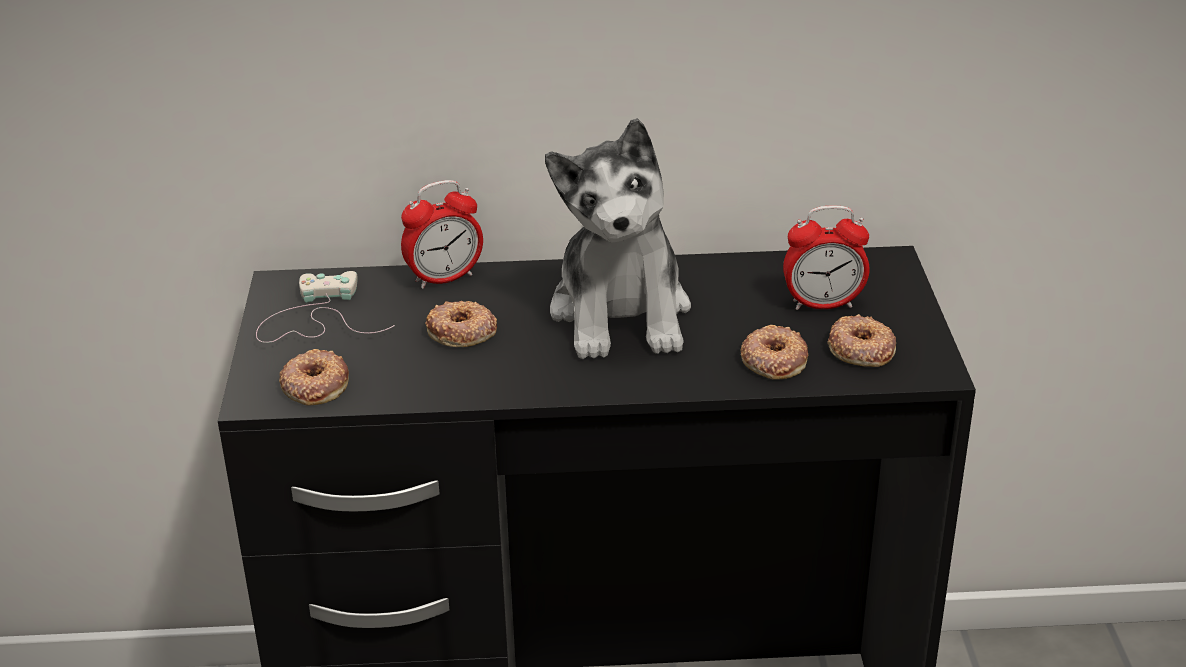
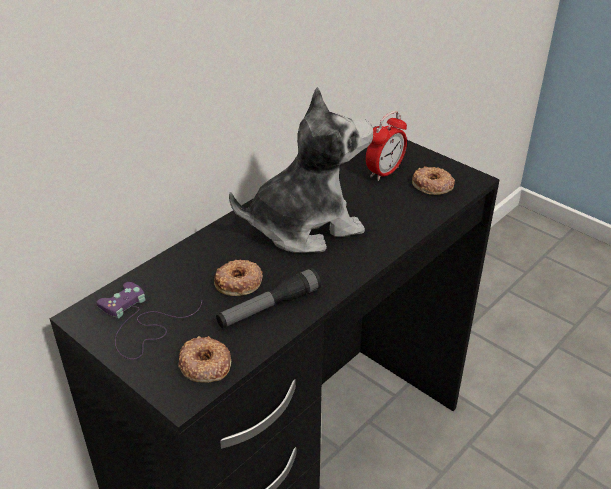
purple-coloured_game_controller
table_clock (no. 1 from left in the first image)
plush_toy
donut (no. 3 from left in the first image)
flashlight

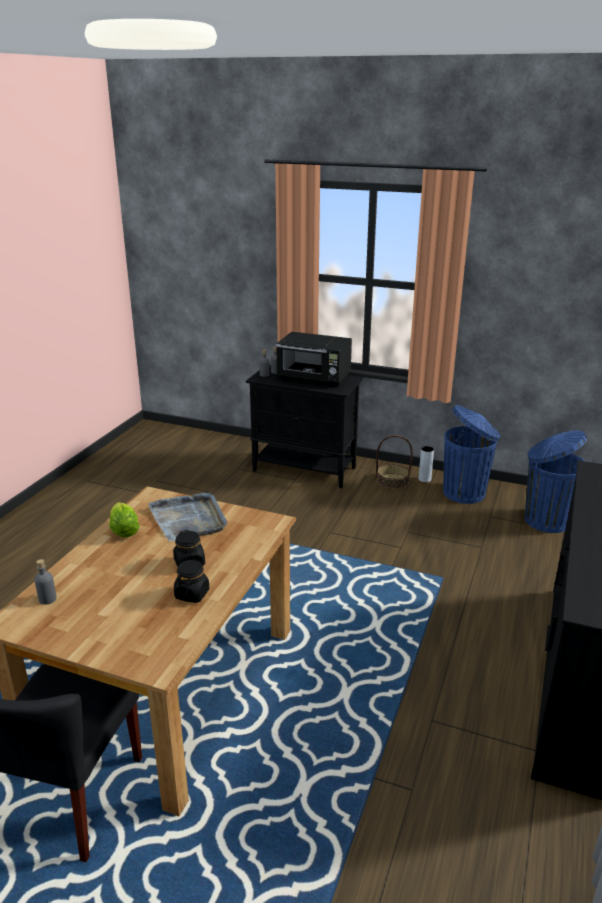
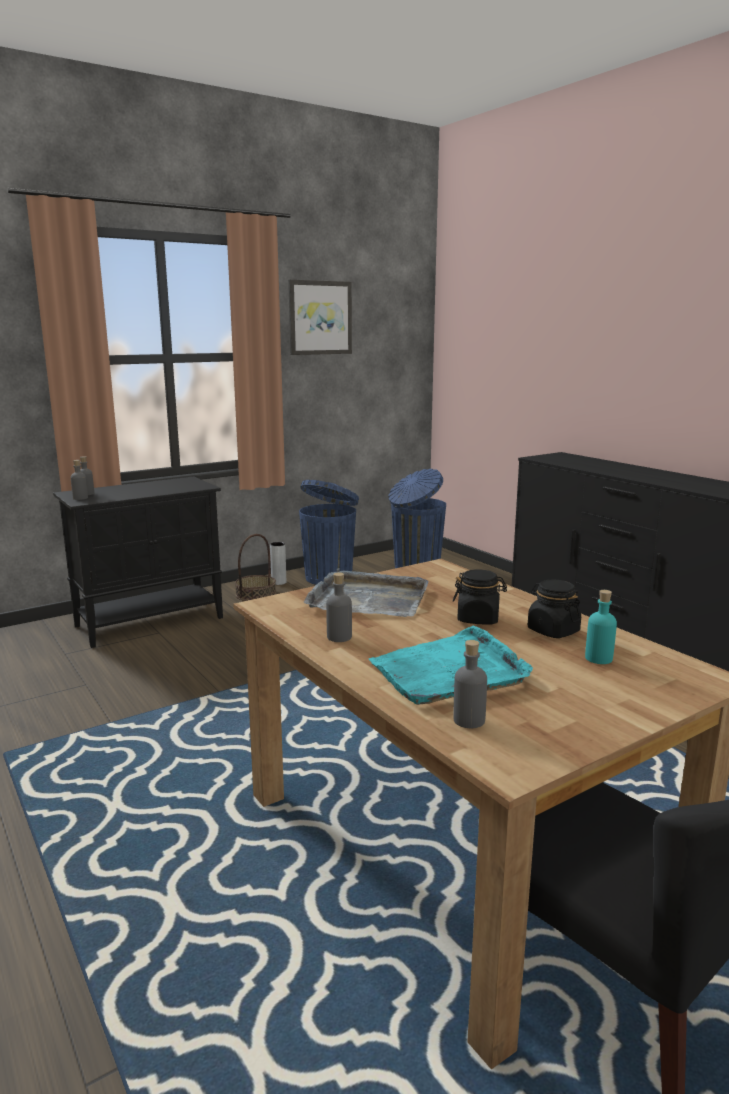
greyish_beverage_bottle (no. 3 from left)
blackish_microwave_oven
wall_picture
turquoise_carrying_tray
turquoise_beverage_bottle

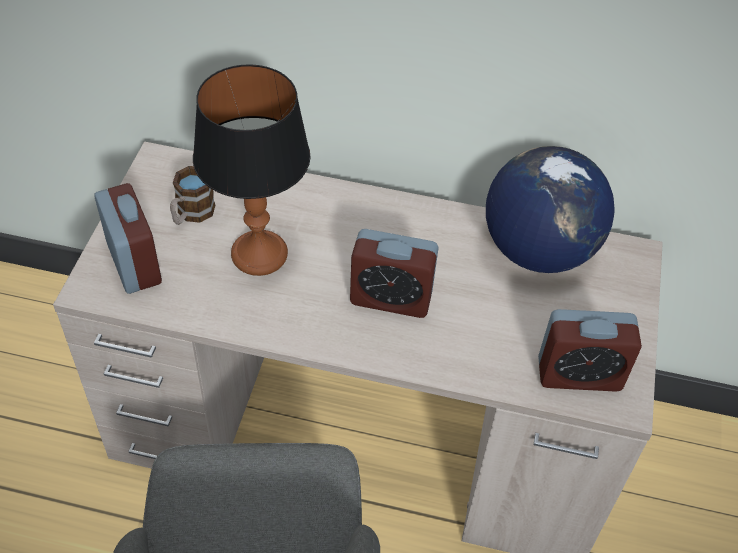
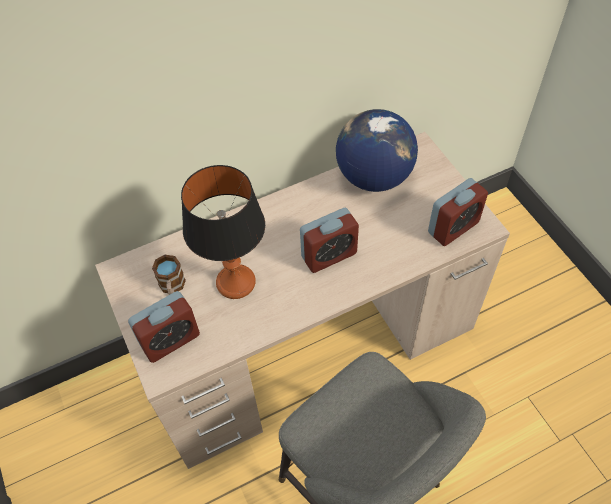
table_clock (no. 1 from left)

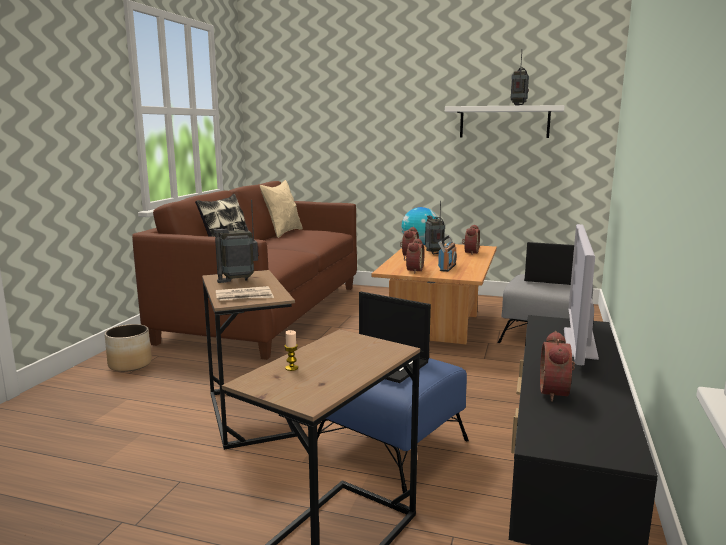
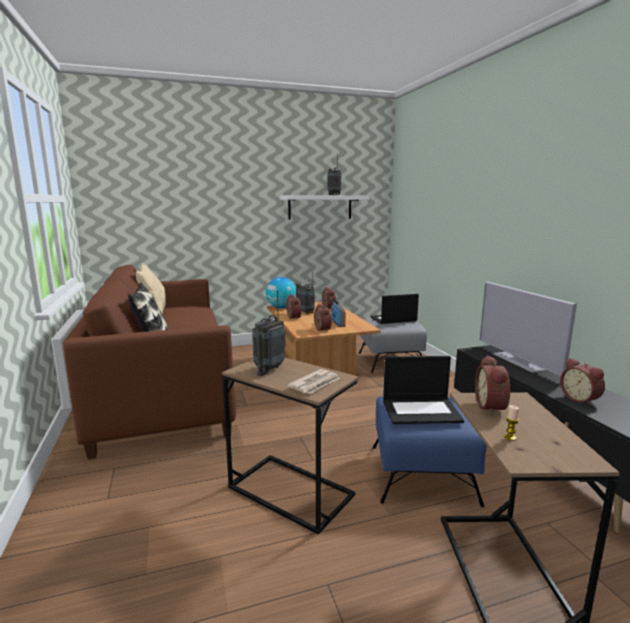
planter
table_clock (no. 4 from left)

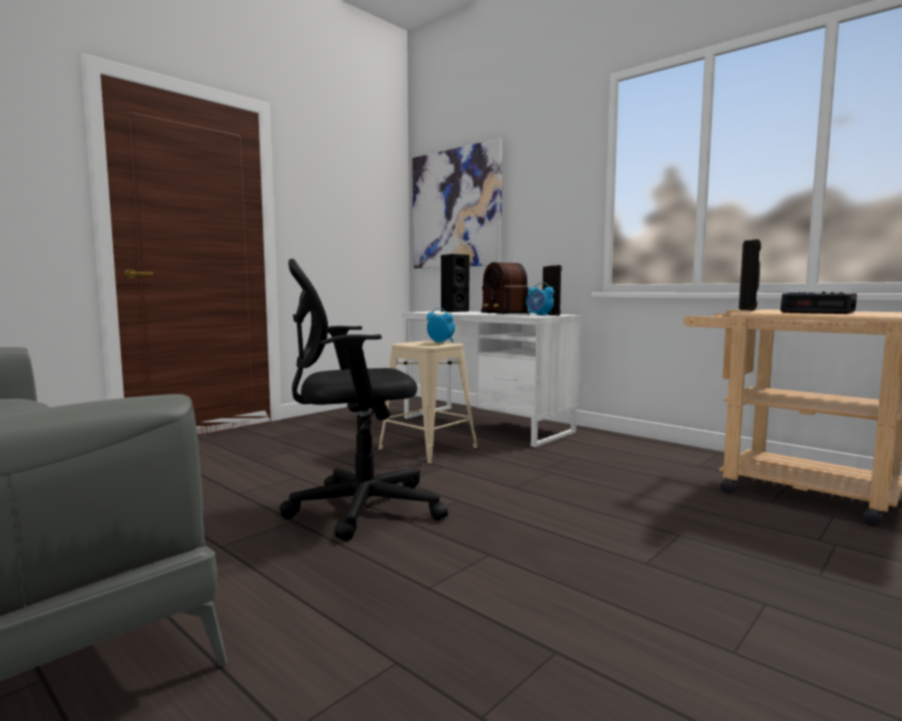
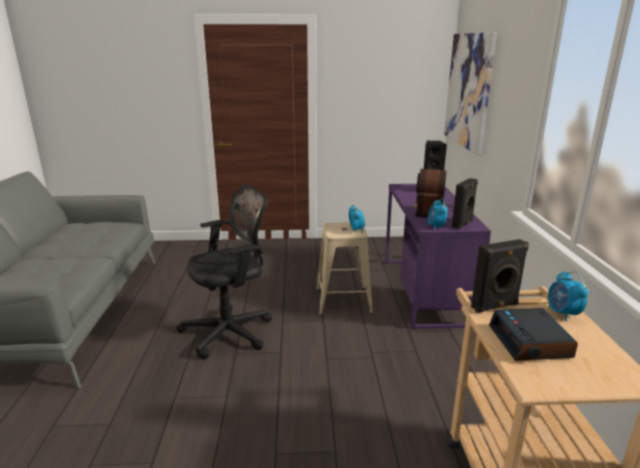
blackish_office_chair
purple-coloured_desk
table_clock (no. 4 from left)

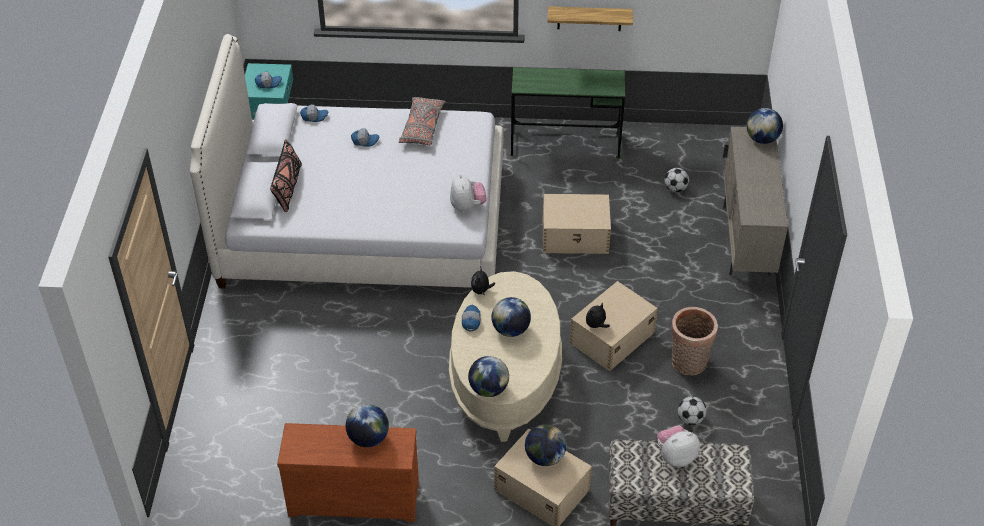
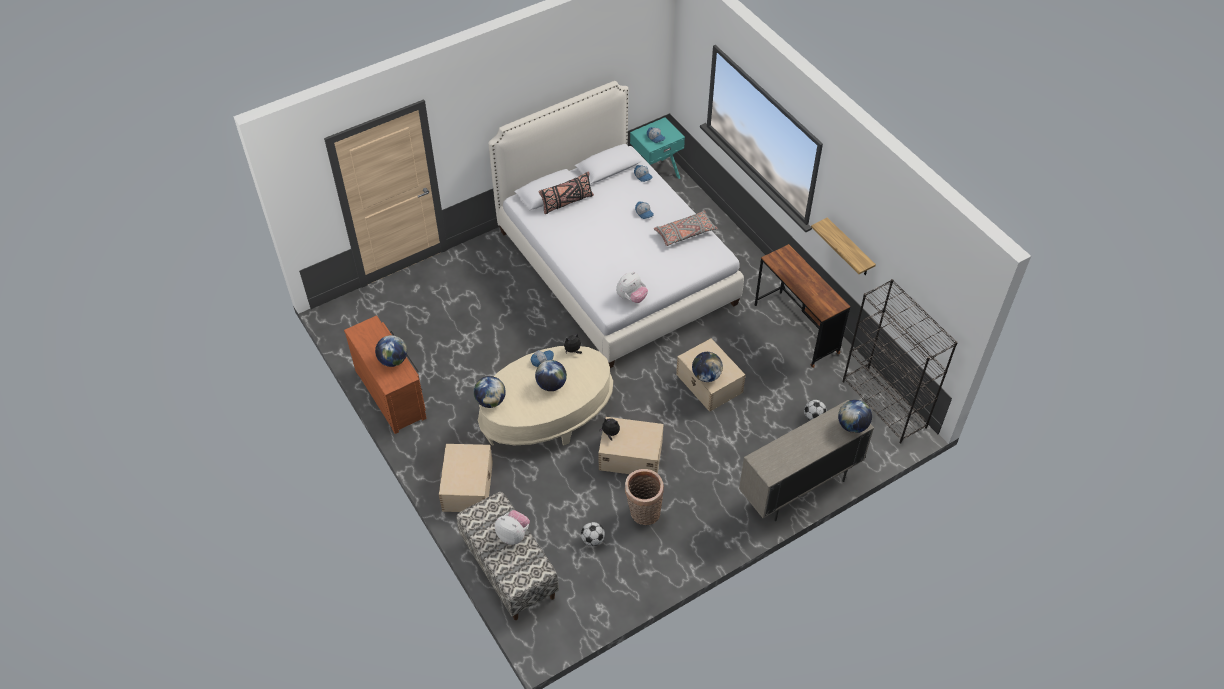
brownish_desk
world_globe (no. 4 from left)
blackish_bookcase

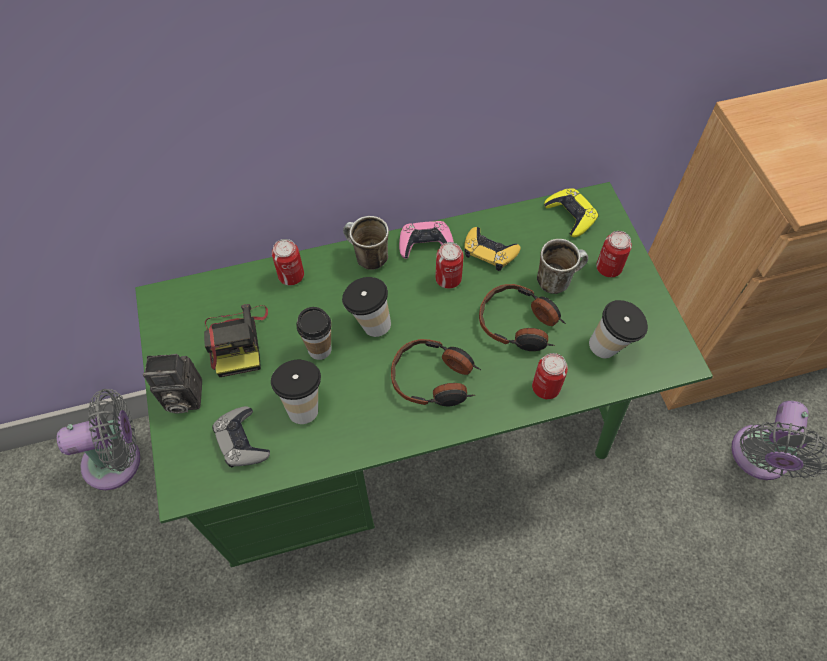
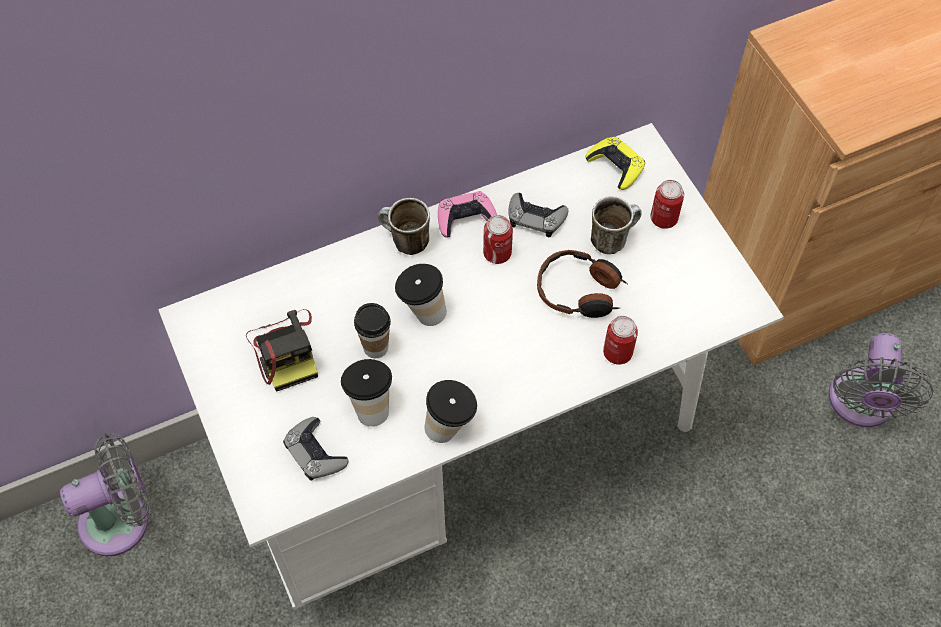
white_desk
photo_camera (no. 1 from left in the first image)
can (no. 1 from left in the first image)
headphones (no. 1 from left in the first image)
greyish_game_controller (no. 2 from left)
cup (no. 4 from left)

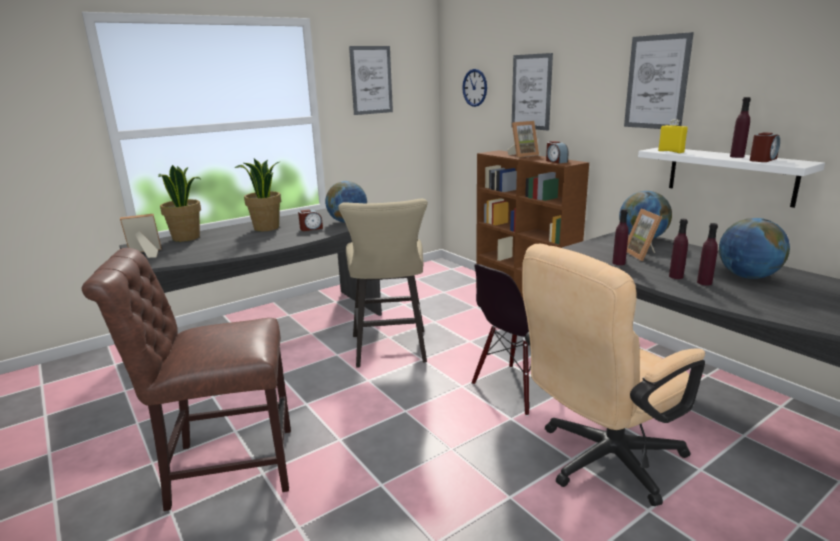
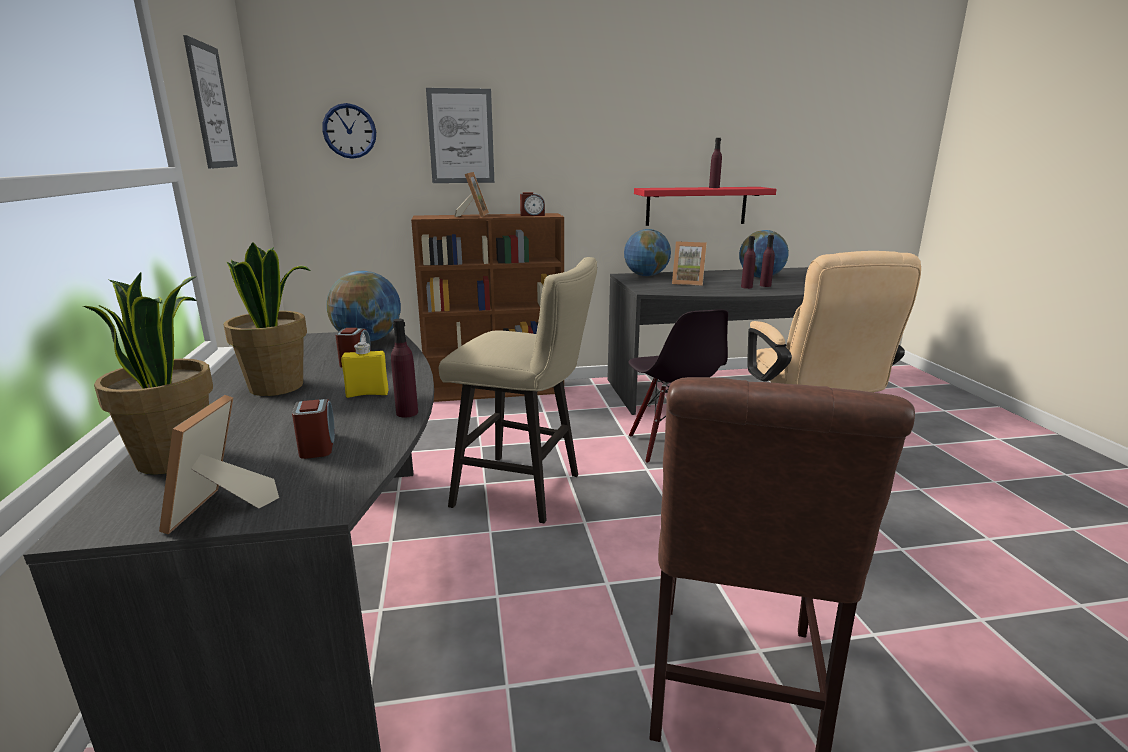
purple-coloured_beverage_bottle (no. 1 from left)
wall_picture (no. 3 from left in the first image)
red_wall_shelf
yellow_beverage_bottle
table_clock (no. 1 from left)

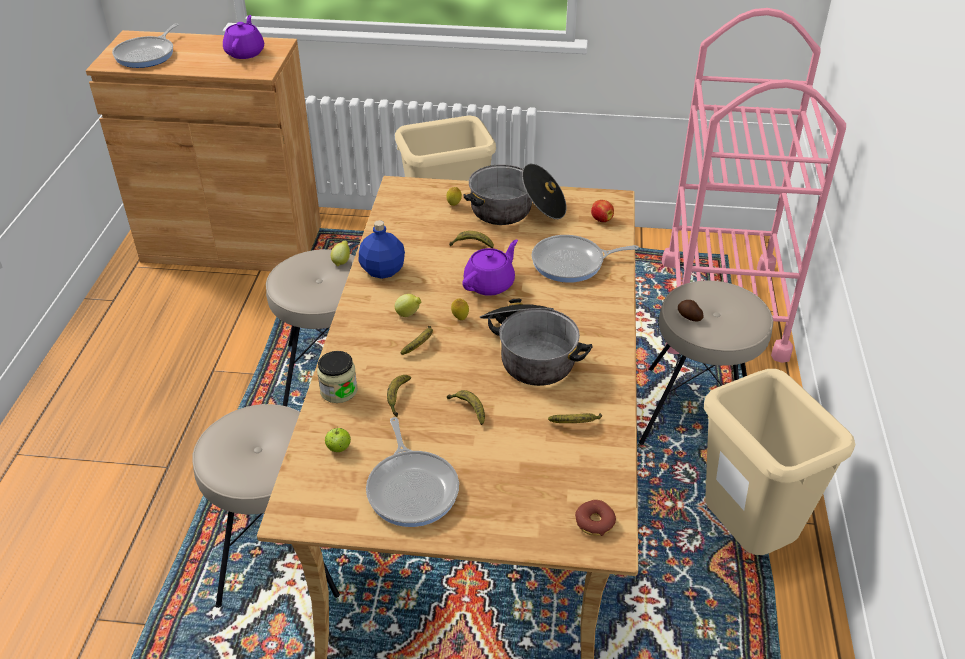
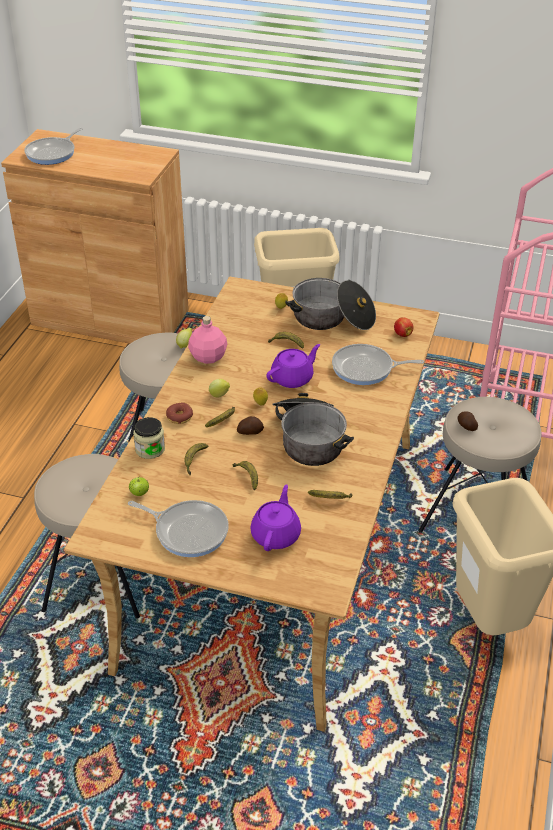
purple-coloured_tea_pot (no. 1 from left)
pink-coloured_beverage_bottle
frying_pan (no. 2 from left)
donut
potato (no. 1 from left)

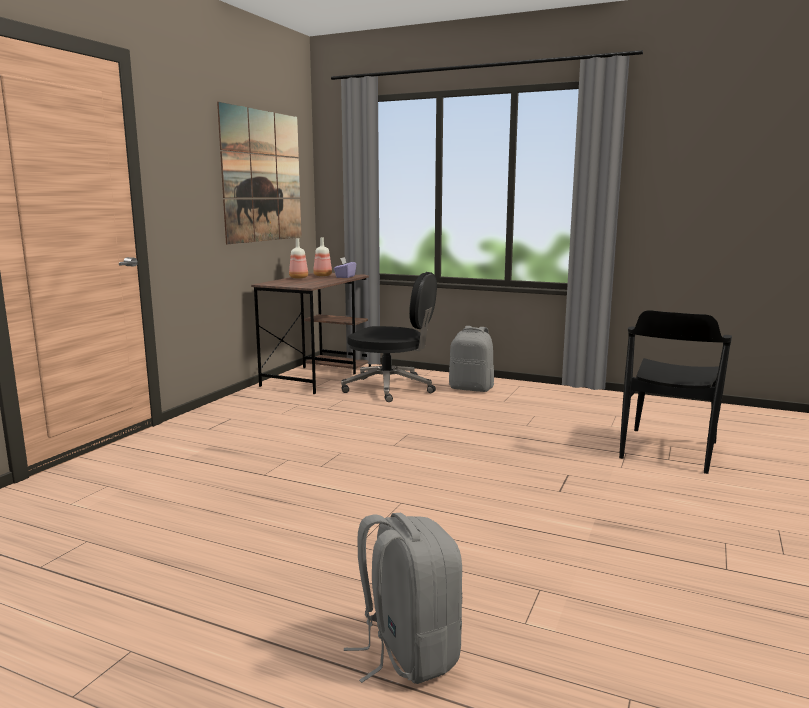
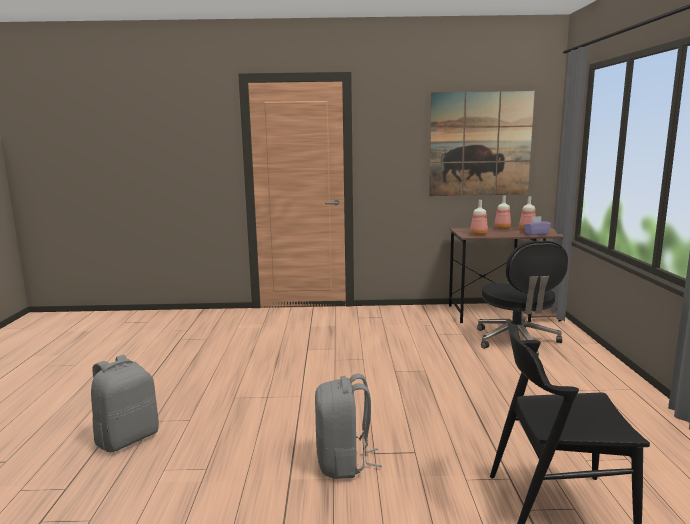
greyish_rucksack (no. 2 from left)
beverage_bottle (no. 1 from left)

